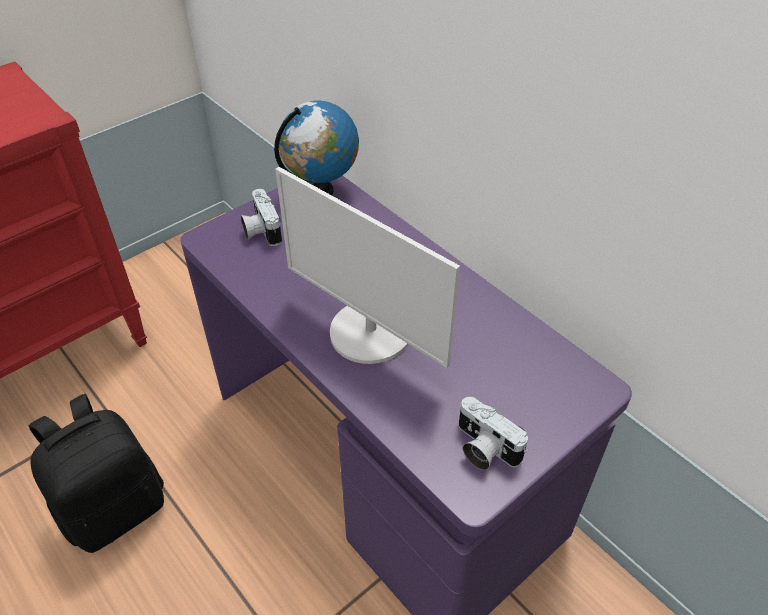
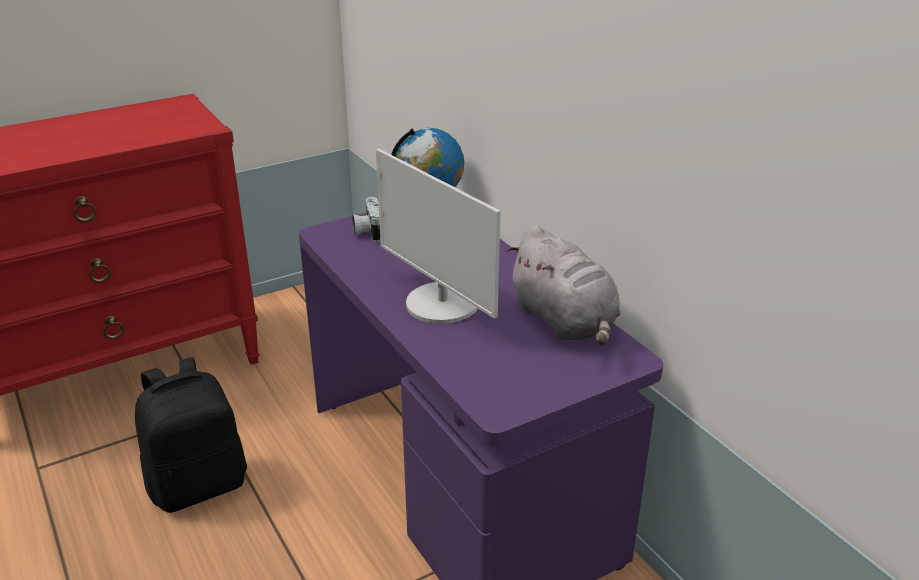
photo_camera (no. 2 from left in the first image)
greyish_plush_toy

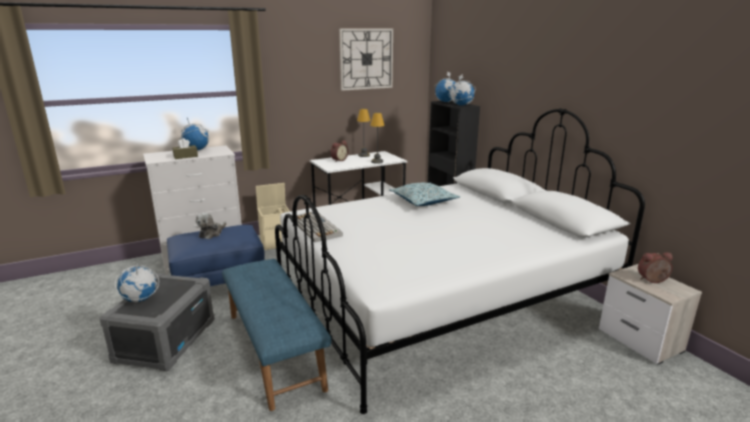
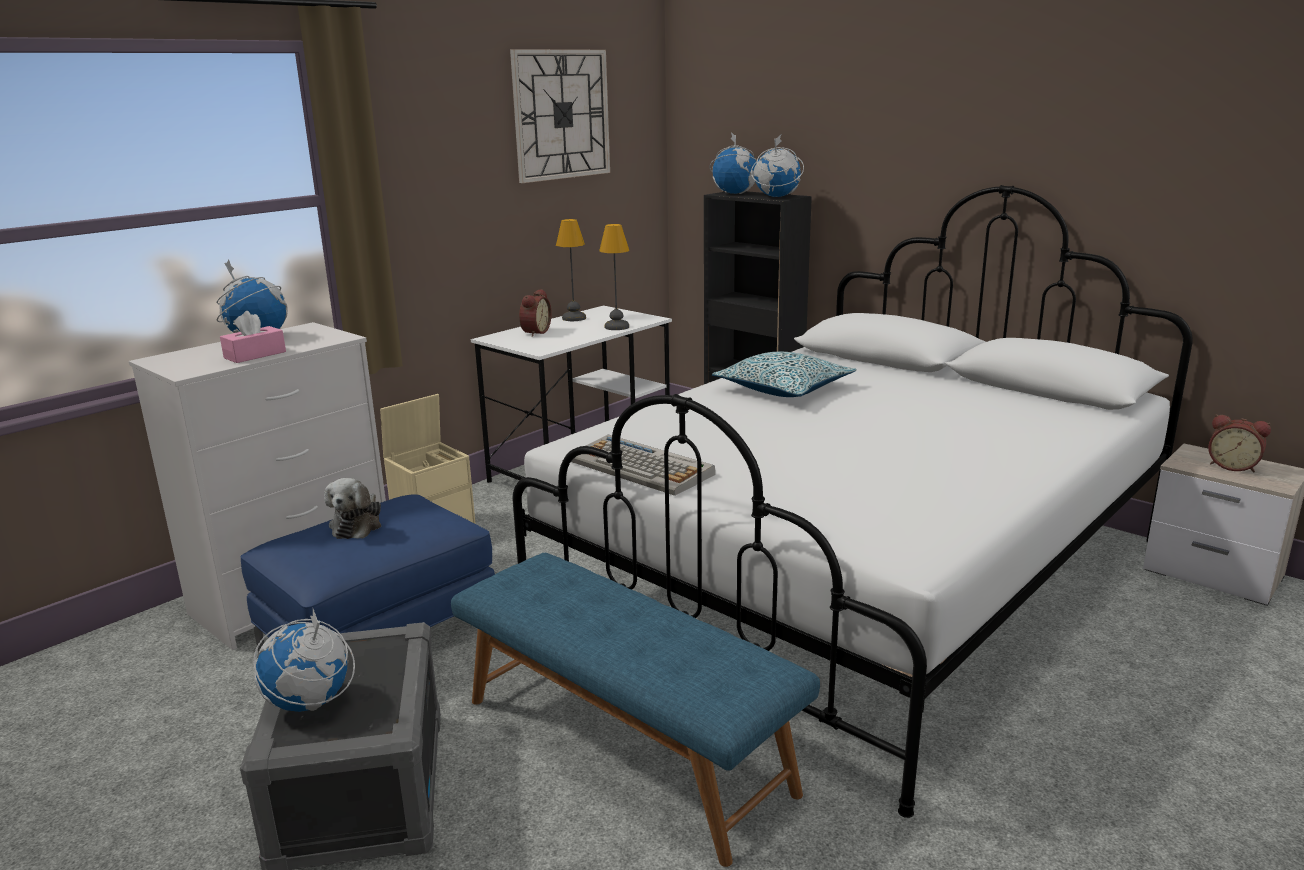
pink-coloured_box_of_tissues
table_clock (no. 2 from left)

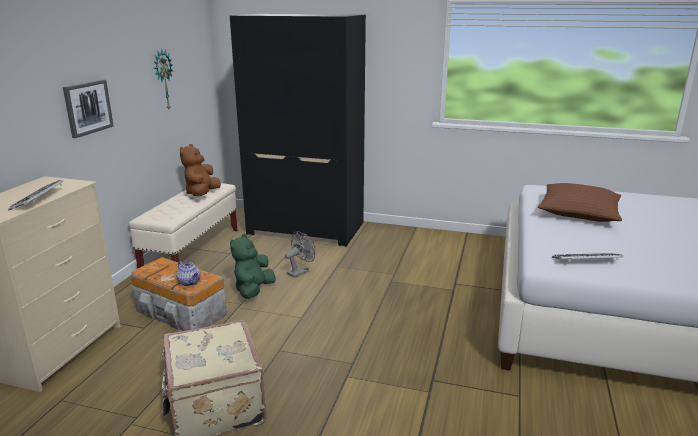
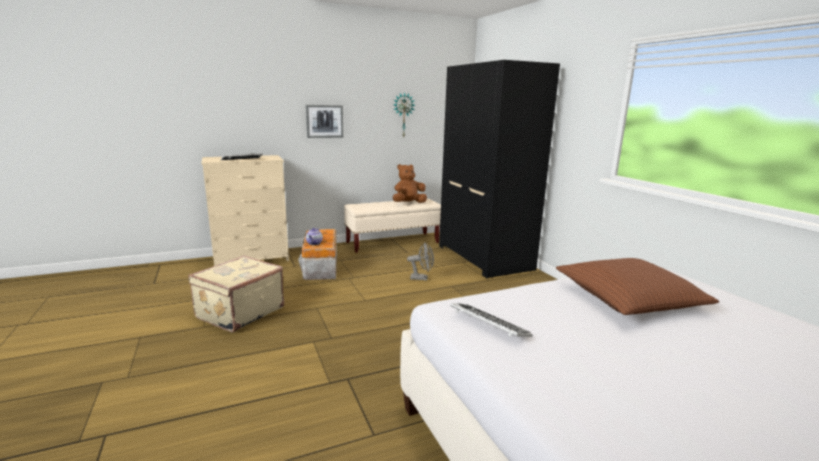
green_plush_toy

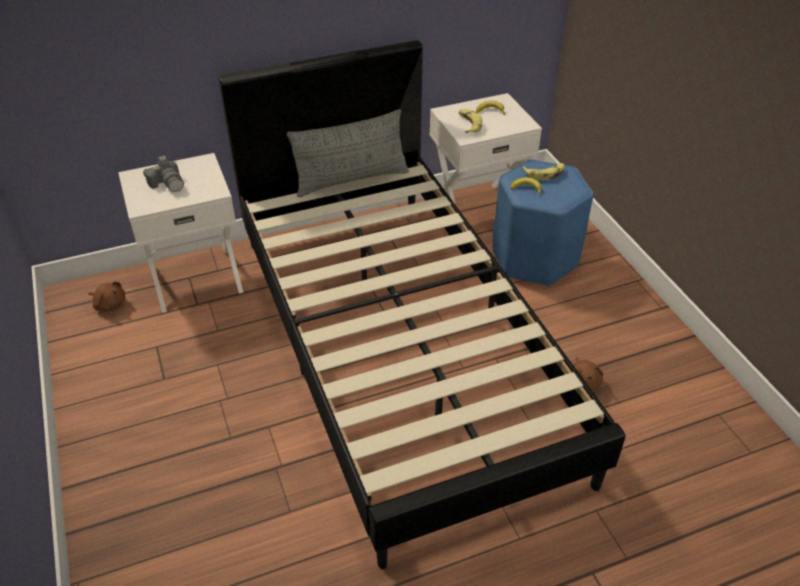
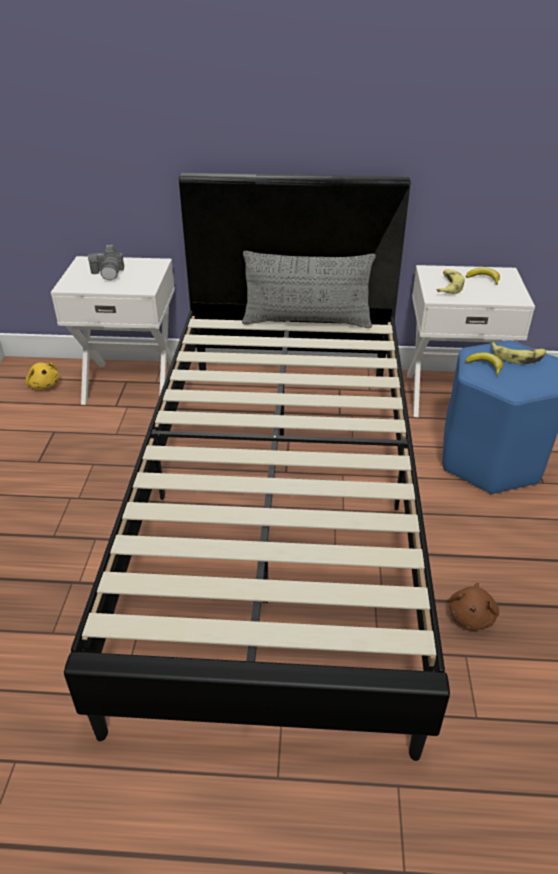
yellow_plush_toy

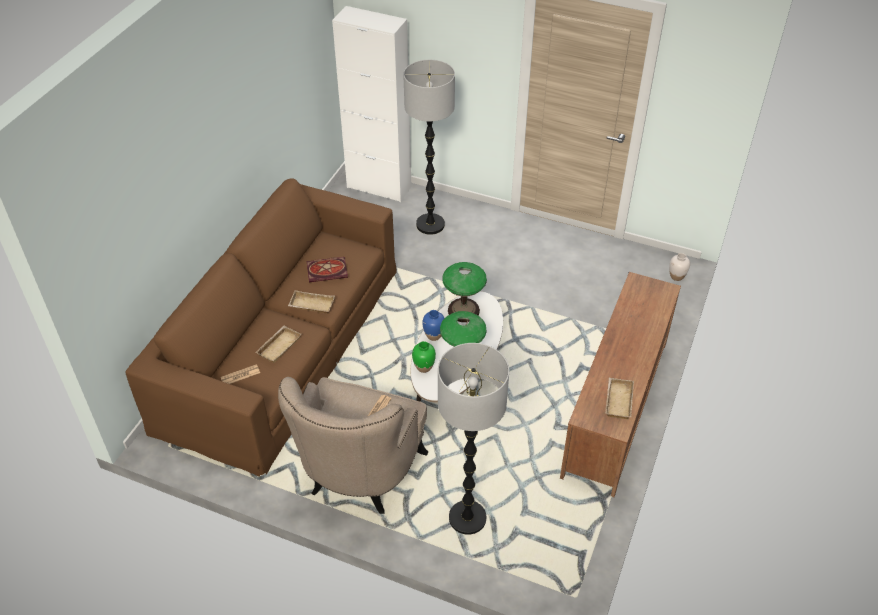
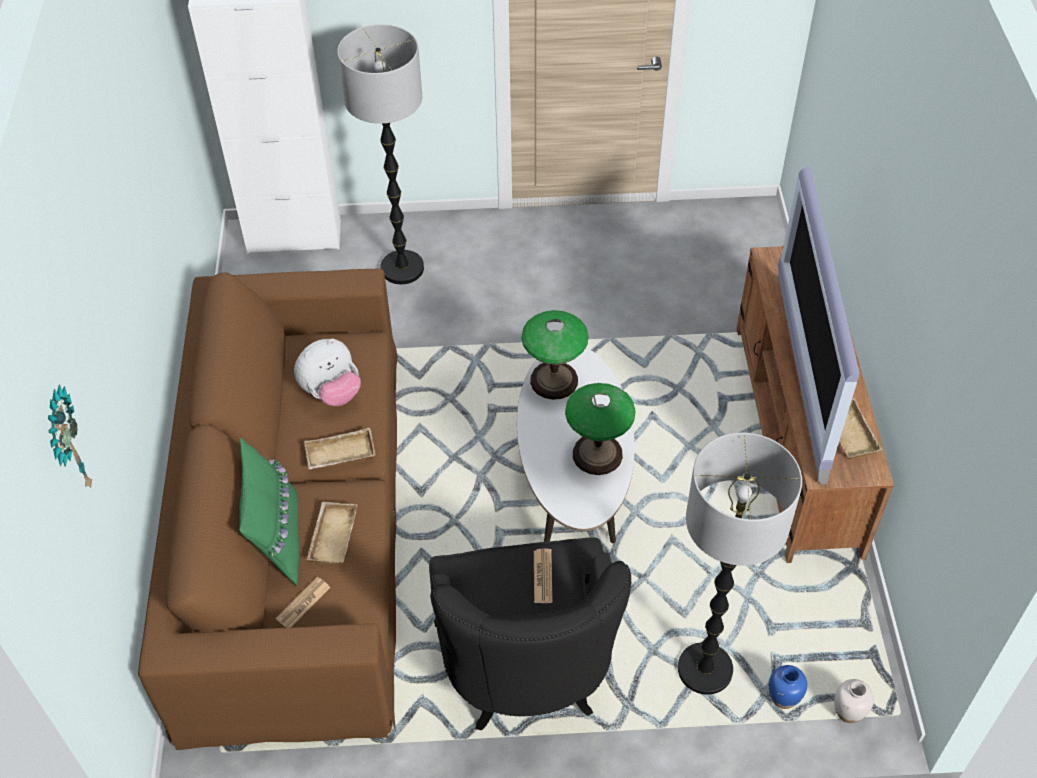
blackish_easy_chair
plush_toy
green_flower_vase
bluish_flower_vase
white_flower_vase
clock_on_the_wall
green_cushion
TV_set

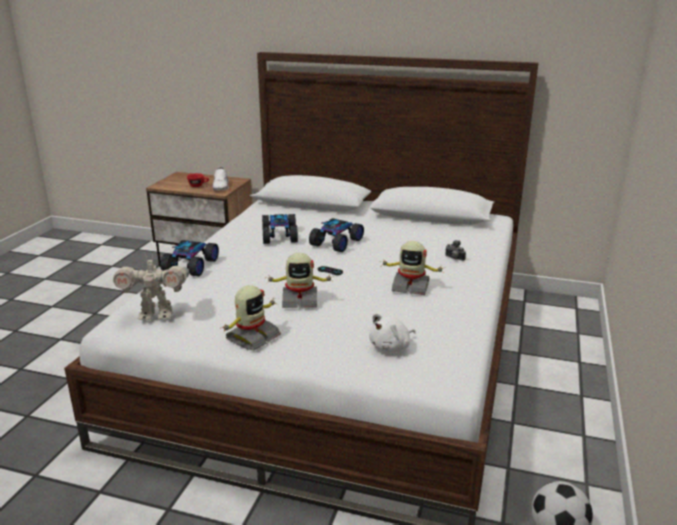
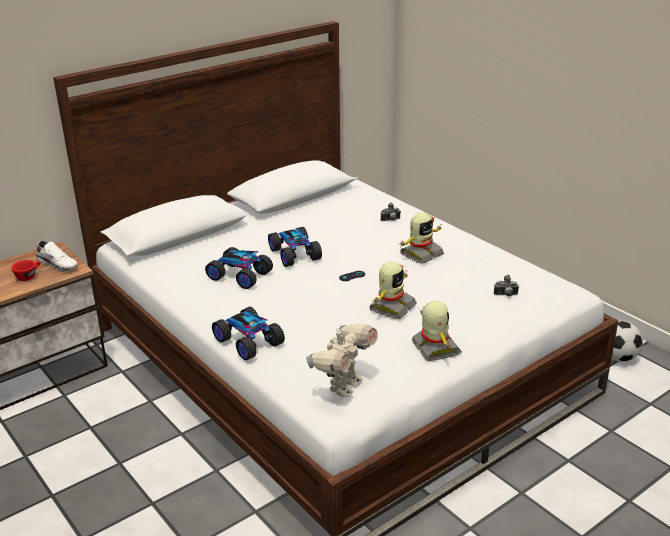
photo_camera (no. 2 from left)

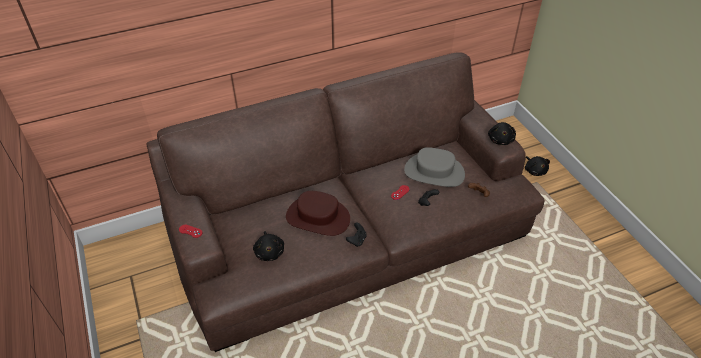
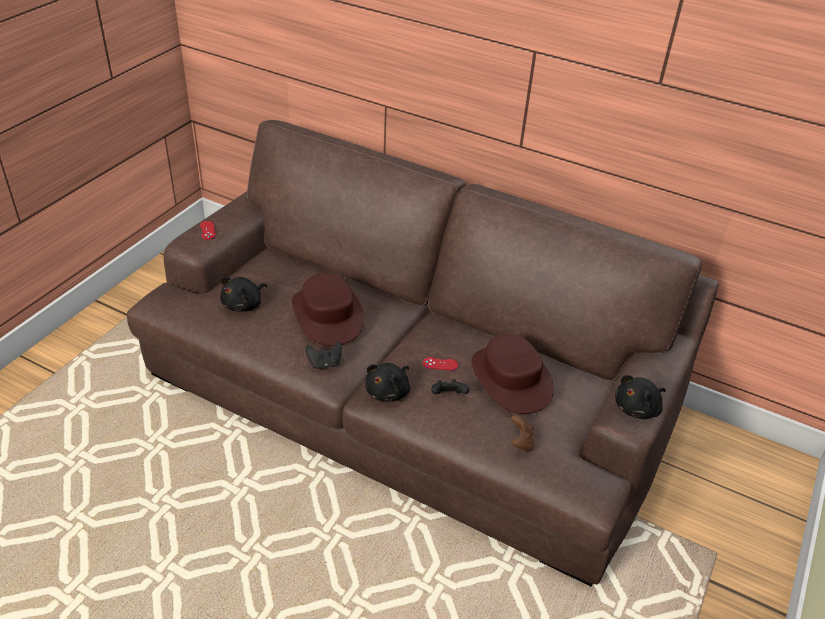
brownish_wearable_hat (no. 2 from left)
blackish_plush_toy (no. 2 from left)

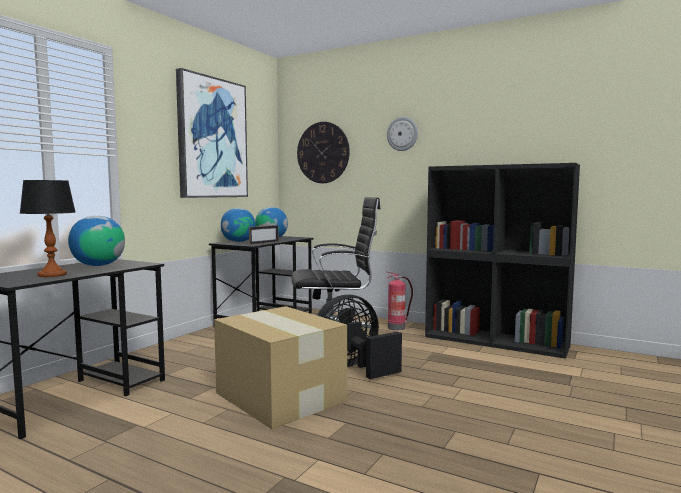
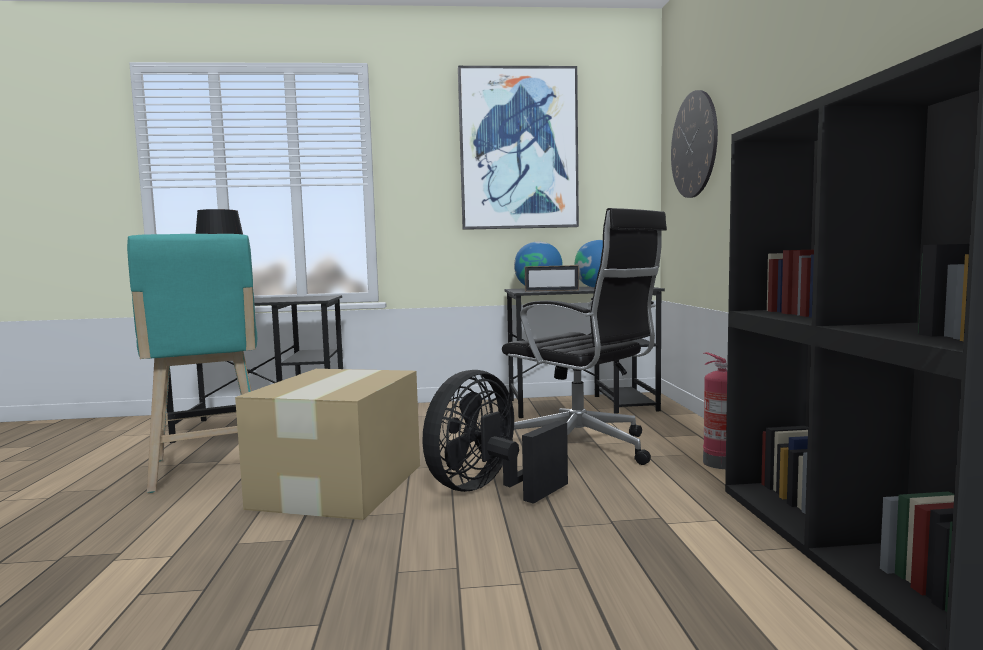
world_globe (no. 1 from left in the first image)
blackish_electric_fan
clock_on_the_wall (no. 2 from left in the first image)
turquoise_sitting_stool

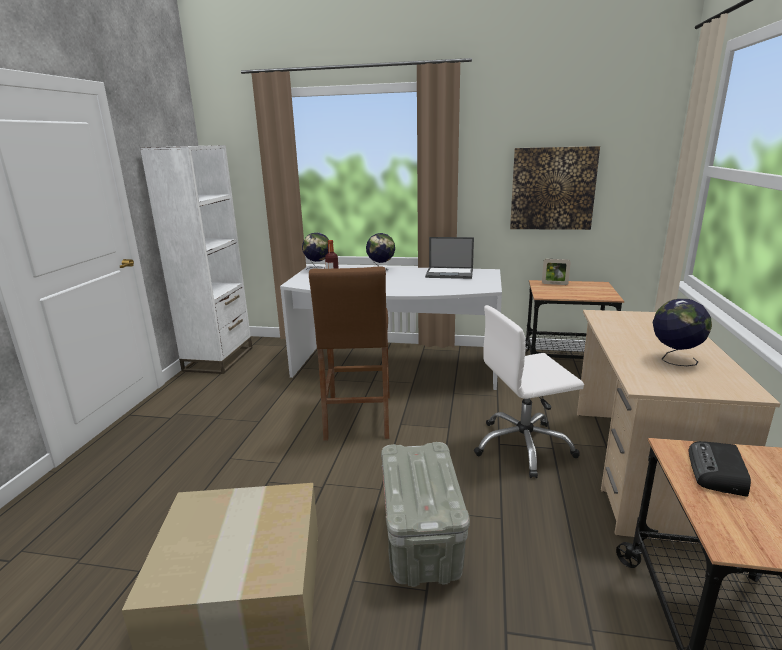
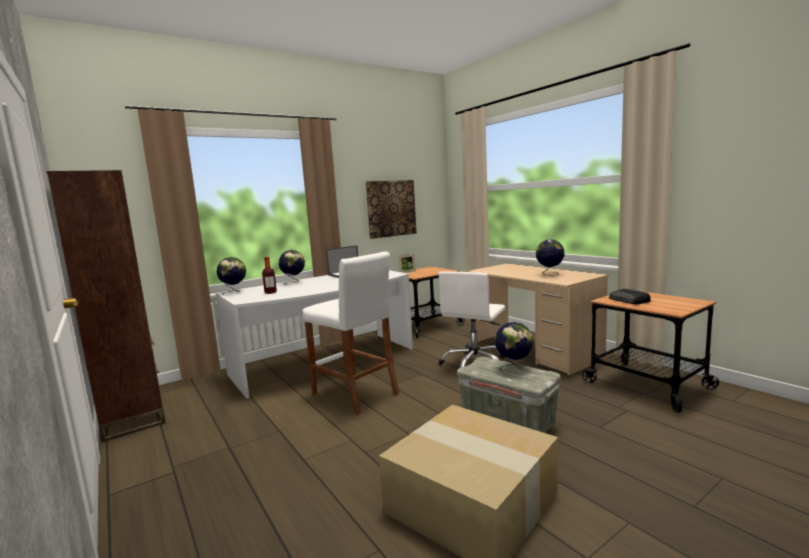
brownish_bookcase
white_sitting_stool
world_globe (no. 3 from left)

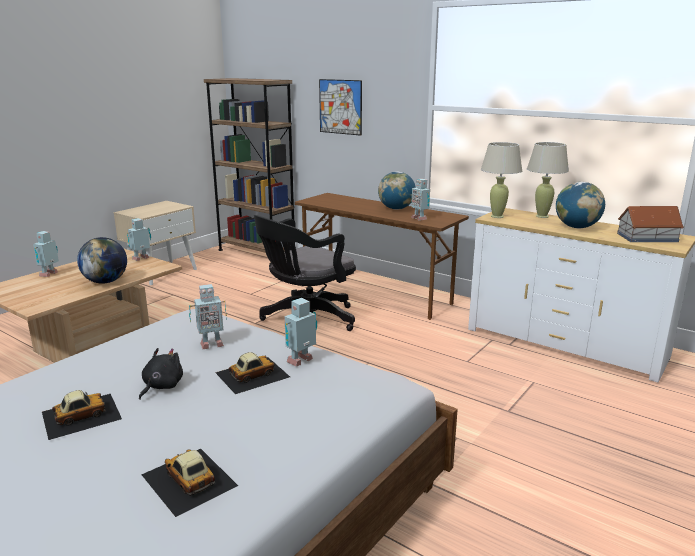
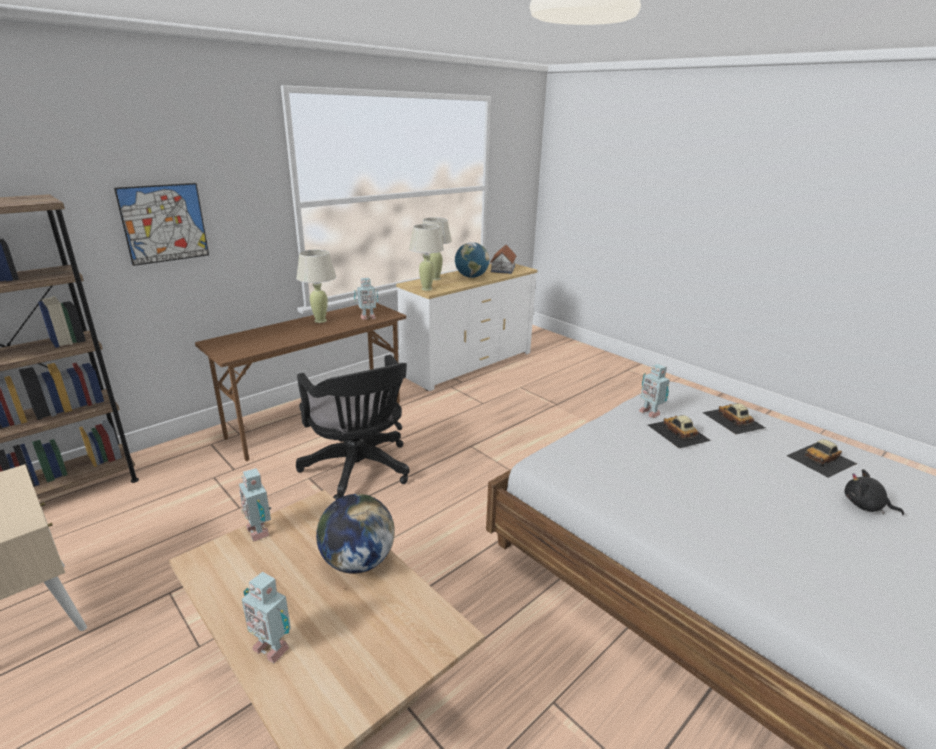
toy_car (no. 2 from left)
blackish_plush_toy
robot_figure (no. 3 from left in the first image)
beige-coloured_tabletop_lamp (no. 1 from left)

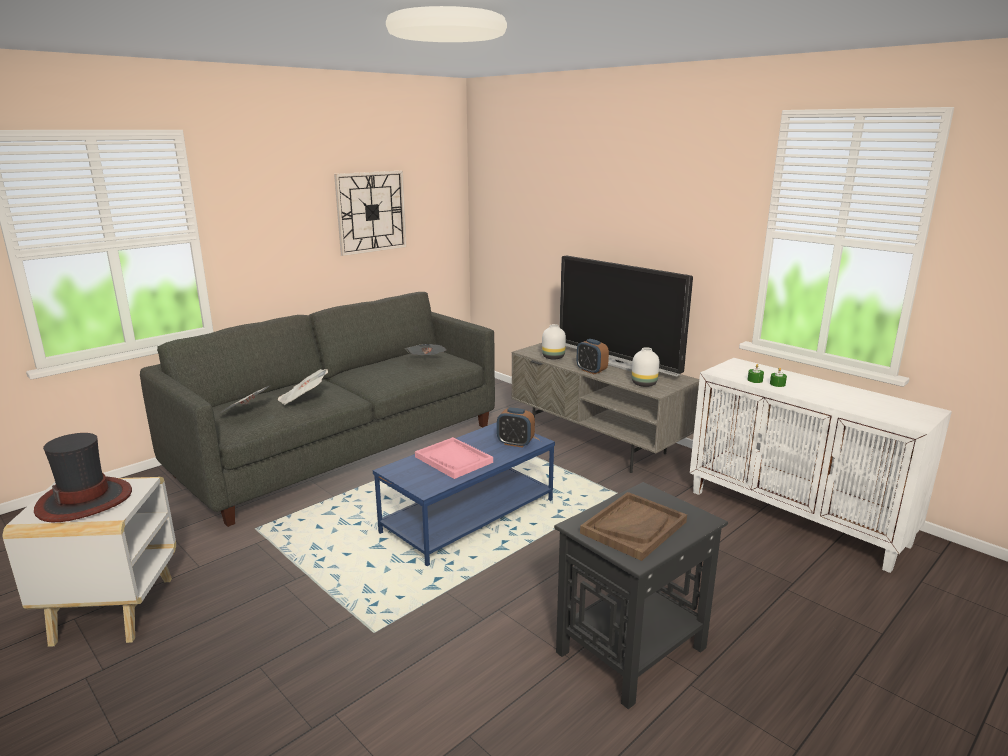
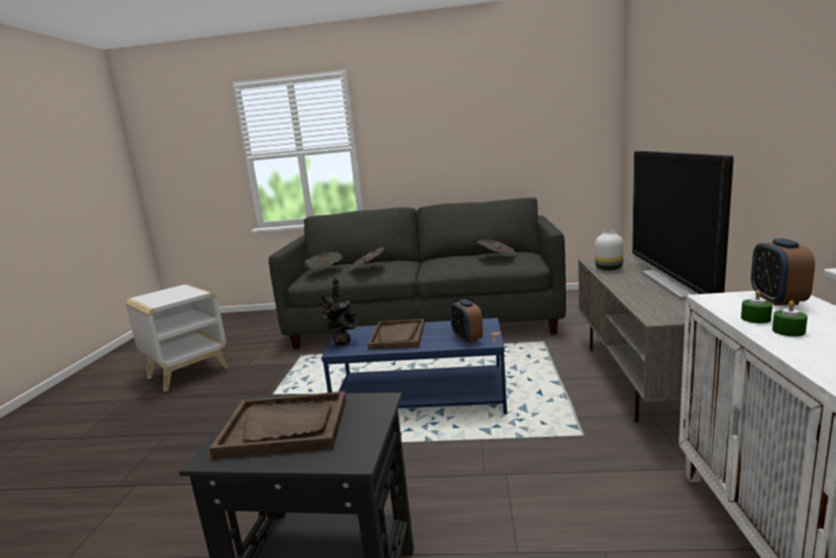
wearable_hat
clock_on_the_wall
brownish_carrying_tray (no. 2 from left)
table_clock (no. 2 from left)
white_flower_vase (no. 2 from left in the first image)
plant_in_a_pot

